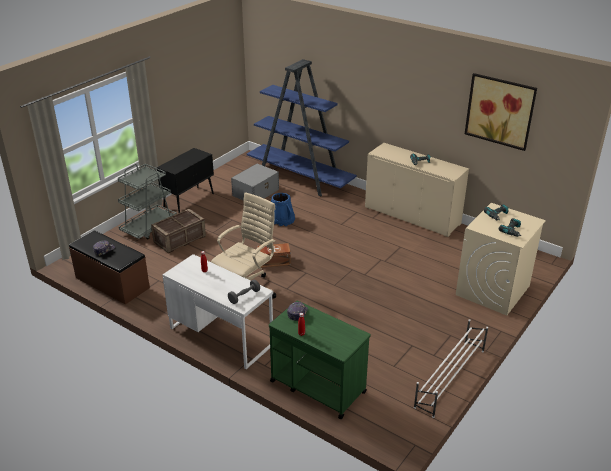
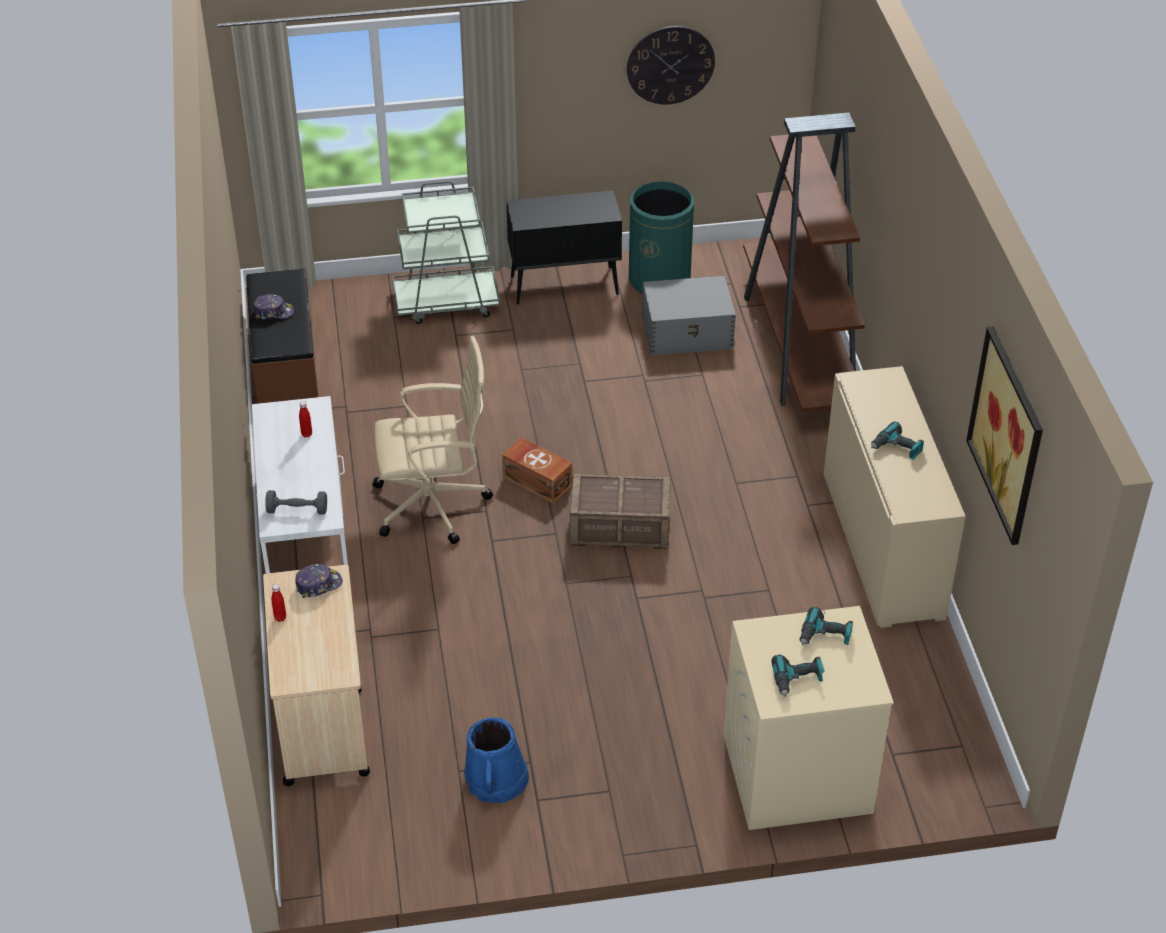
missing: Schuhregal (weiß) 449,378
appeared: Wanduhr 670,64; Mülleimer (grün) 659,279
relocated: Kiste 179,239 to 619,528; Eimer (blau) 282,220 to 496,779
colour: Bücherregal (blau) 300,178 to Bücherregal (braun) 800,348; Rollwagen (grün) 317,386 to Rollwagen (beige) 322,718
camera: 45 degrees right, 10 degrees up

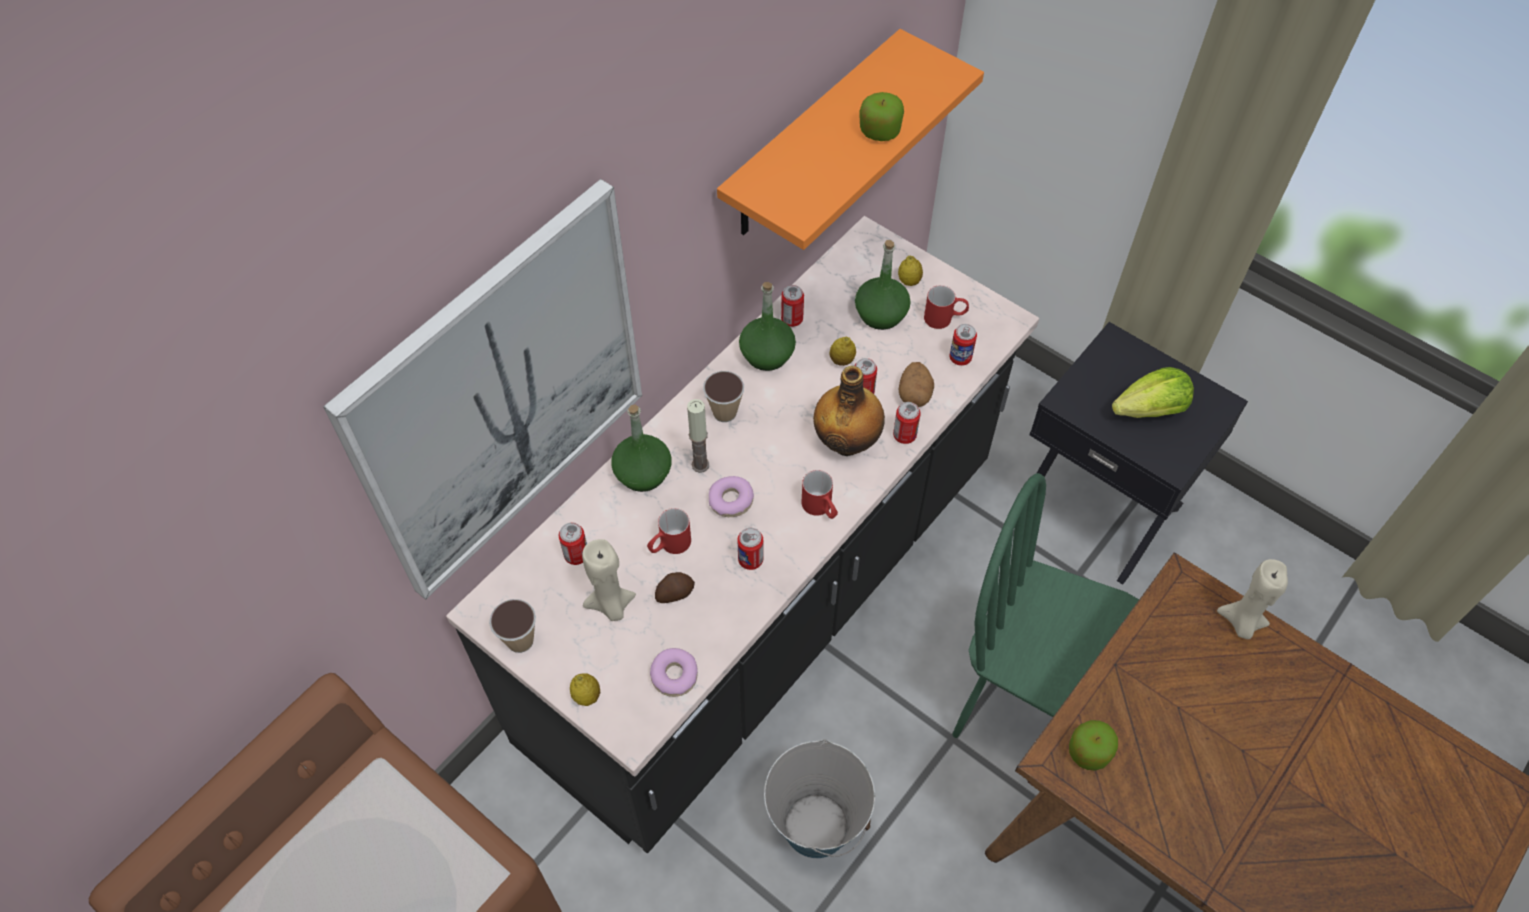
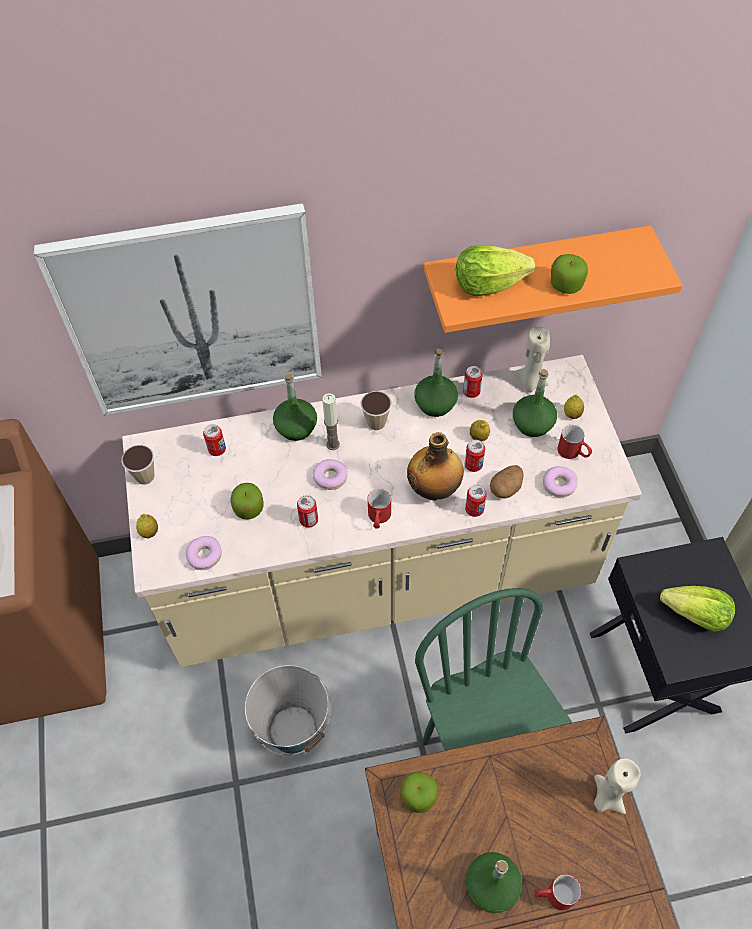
appeared: Salatkopf 488,285; Flasche (grün) 491,885
relocated: Kerze (beige) 611,605 to 530,383; Henkelbecher (rot) 669,545 to 553,895
exchanged: Kartoffel 674,592 to Apfel 249,508; Dose 960,358 to Donut 559,485
colour: Küchenzeile (schwarz) 764,603 to Küchenzeile (beige) 378,576
camera: 40 degrees right, 0 degrees up

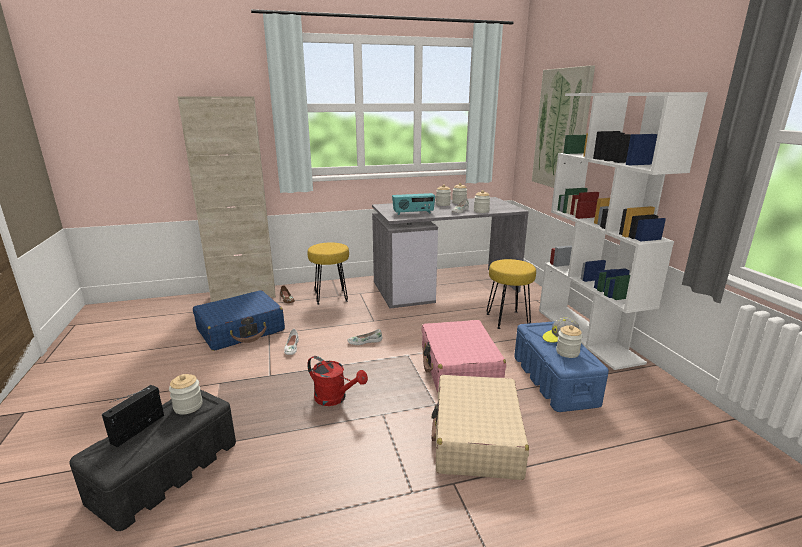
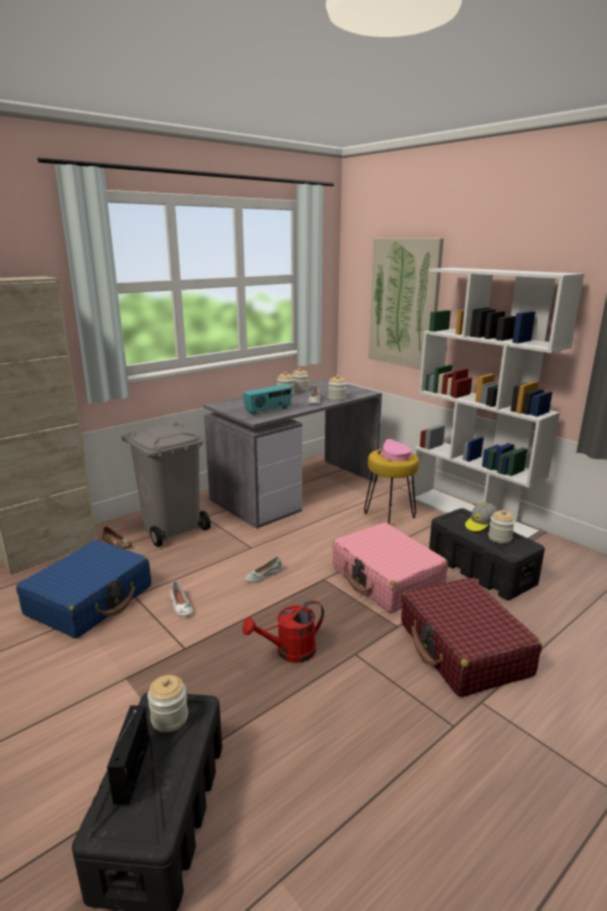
appeared: Kappe (rosa) 393,455
exchanged: Hocker (gelb) 331,296 to Mülleimer (grau) 173,528
colour: Koffer (beige) 476,438 to Koffer (rot) 463,649; Aufbewahrungsbox (blau) 554,380 to Aufbewahrungsbox (schwarz) 481,569
spun: Gießkanne (rot) 335,398 = 289,652 150 degrees clockwise
camera: 25 degrees left, 0 degrees up

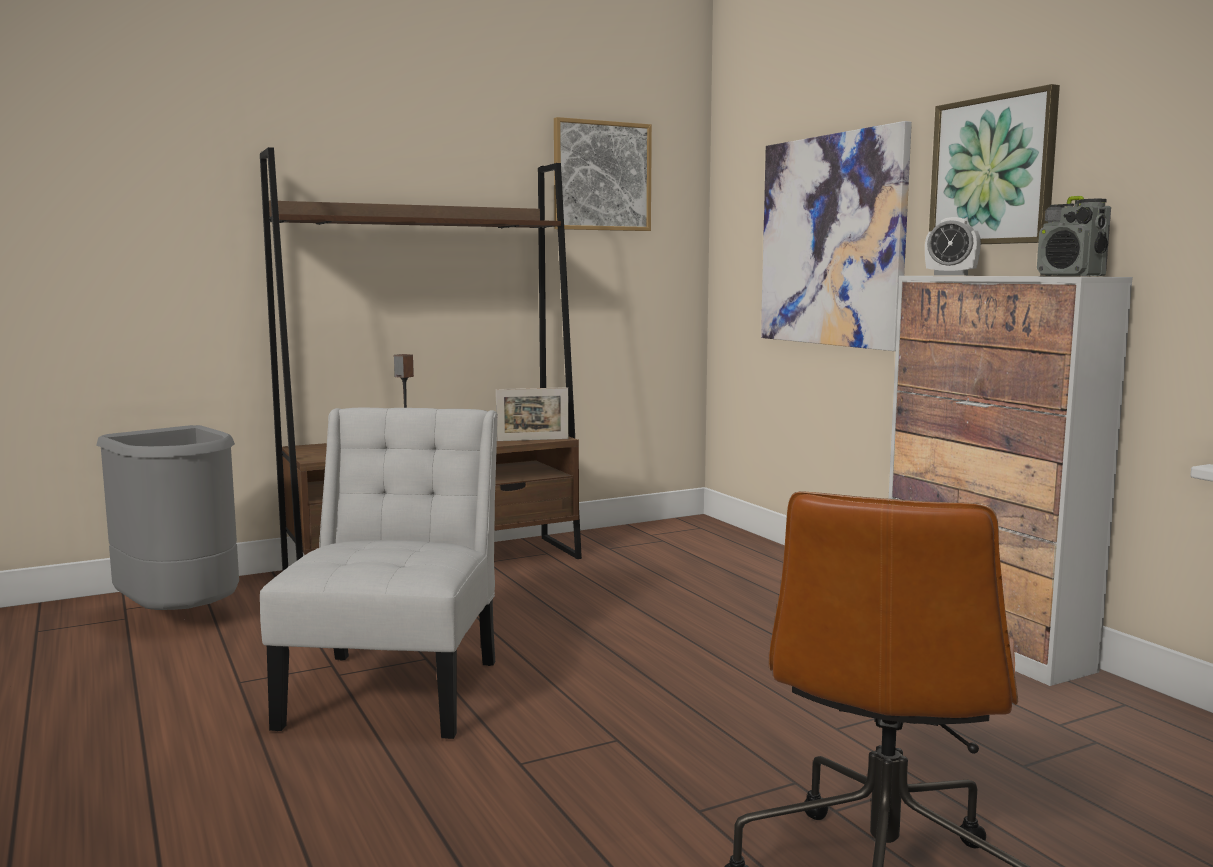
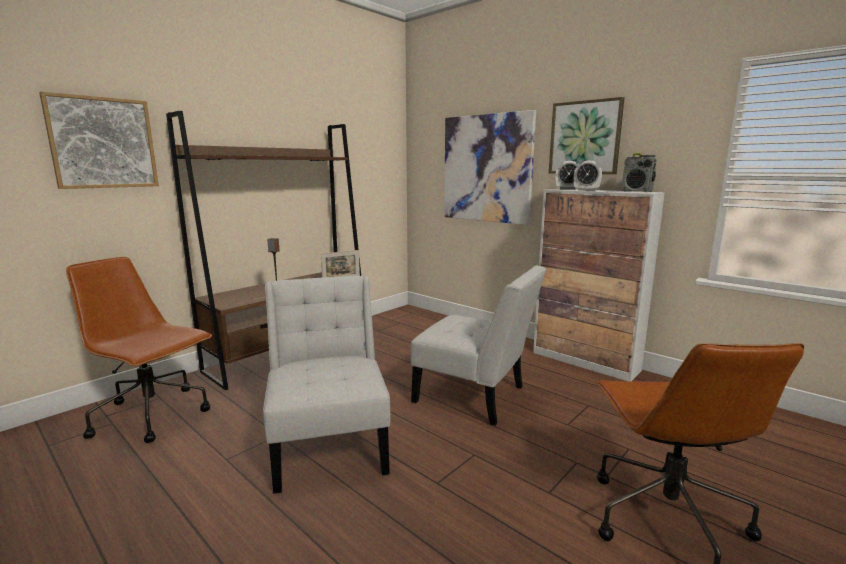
appeared: Stuhl (weiß) 475,397; Wecker 586,190
relocated: Bild 602,176 to 103,143
exchanged: Mülleimer (grau) 183,617 to Bürostuhl (braun) 153,415
camera: 20 degrees left, 5 degrees up

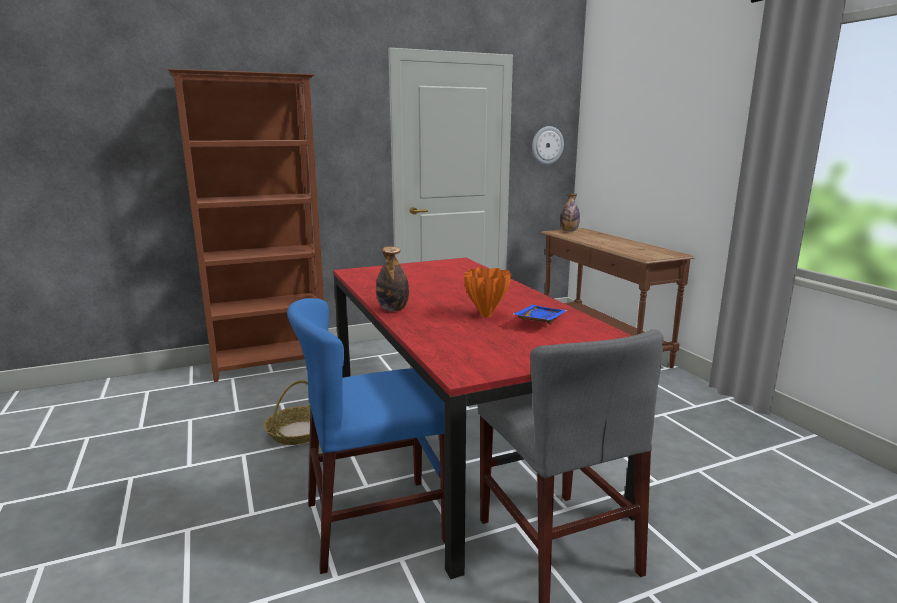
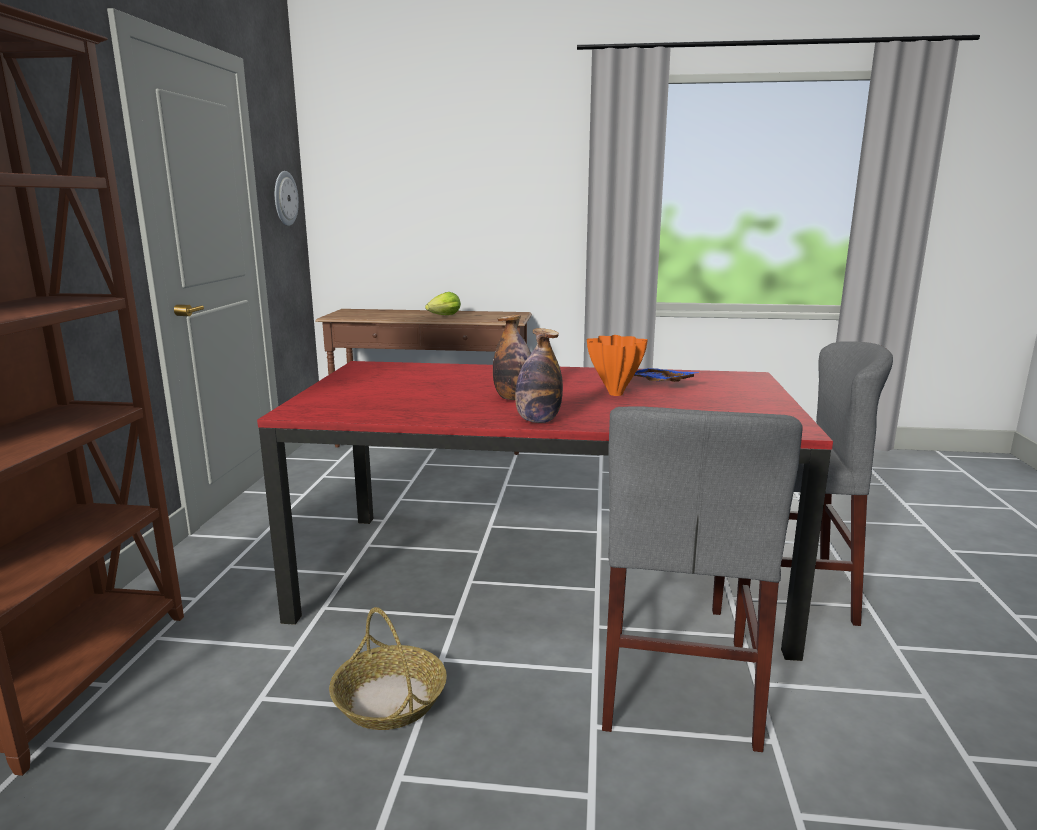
appeared: Salatkopf 444,316
relocated: Flasche 569,231 to 514,398
colour: Stuhl (blau) 376,522 to Stuhl (grau) 678,682
camera: 60 degrees left, 0 degrees up

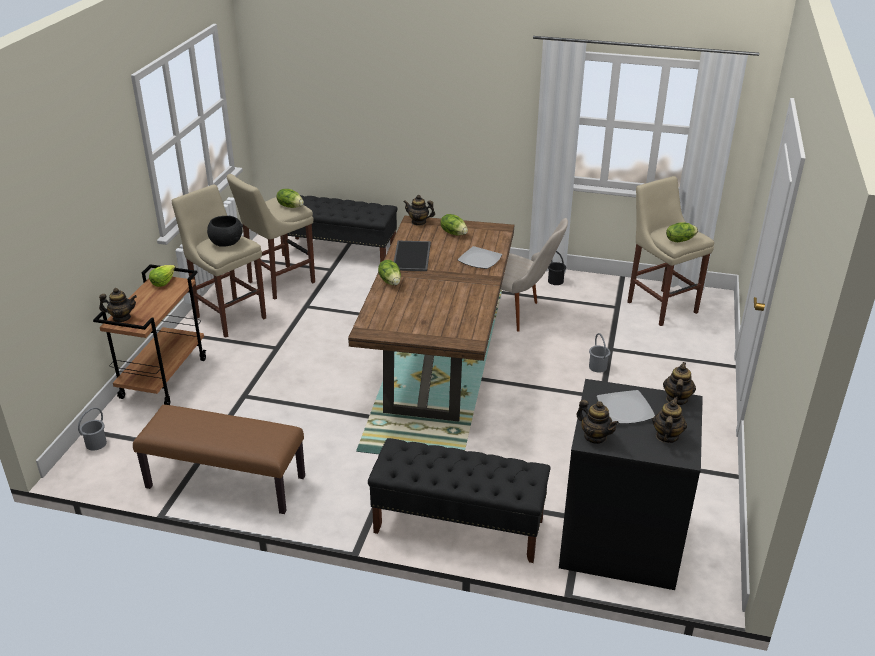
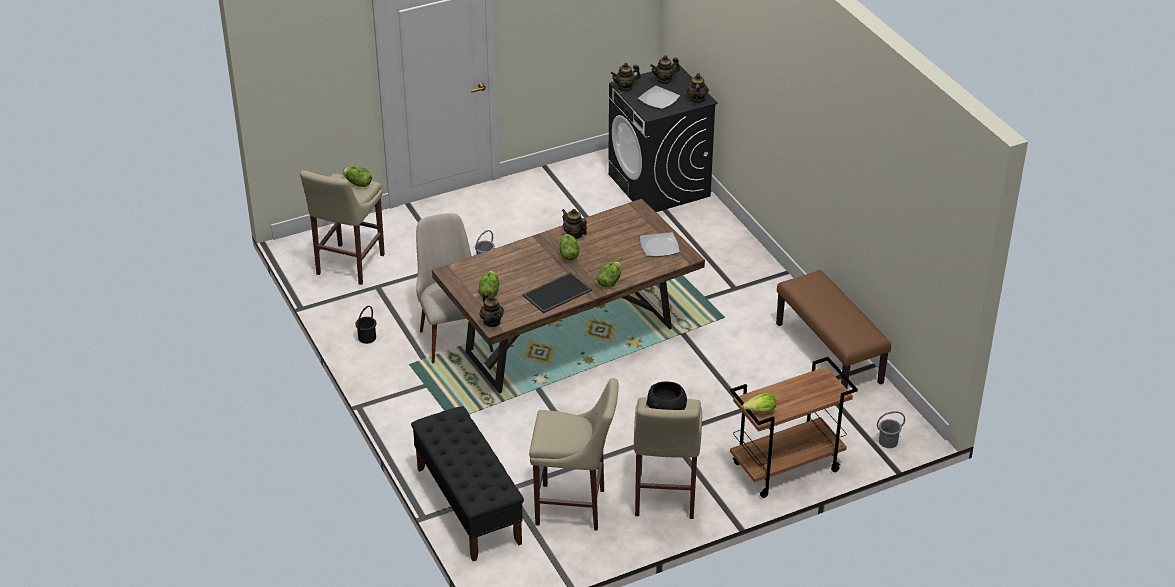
missing: Bank (schwarz) 458,526
relocated: Teekanne 121,318 to 574,235; Salatkopf 290,206 to 568,255; Teller 480,260 to 659,246
camera: 130 degrees left, 5 degrees up

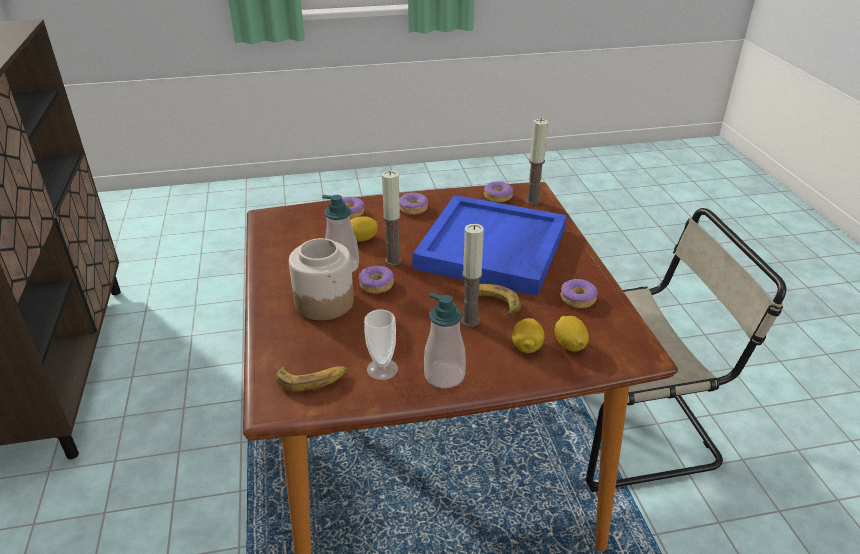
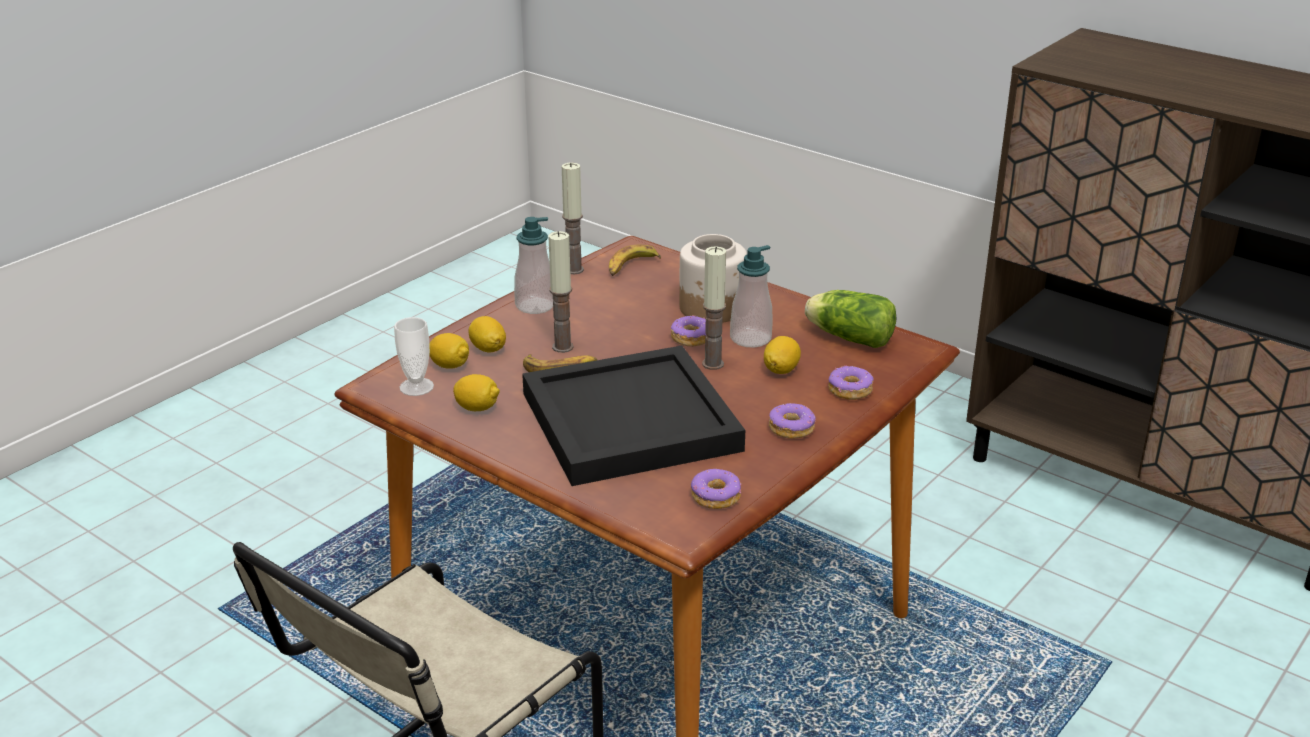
appeared: Salatkopf 847,337
relocated: Tasse 382,369 to 416,387; Kerze 532,201 to 574,270
exchanged: Donut 578,299 to Zitrone 477,408
colour: Tablett (blau) 492,249 to Tablett (schwarz) 628,421
camera: 140 degrees right, 5 degrees down

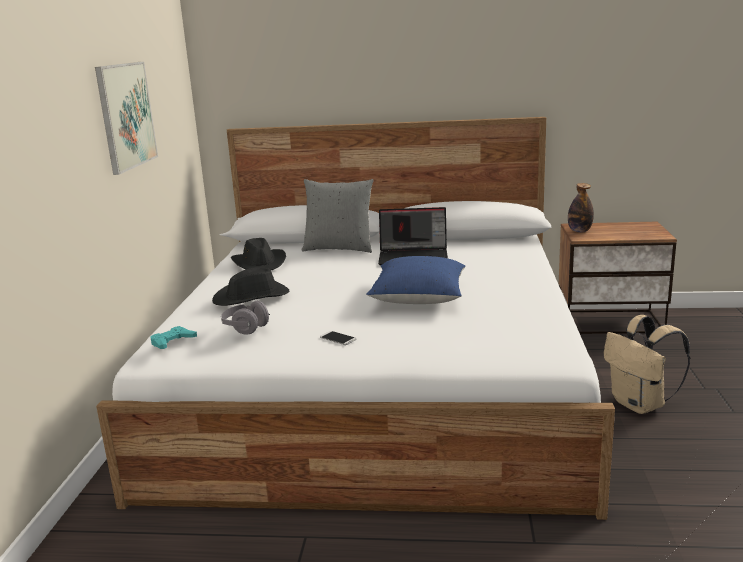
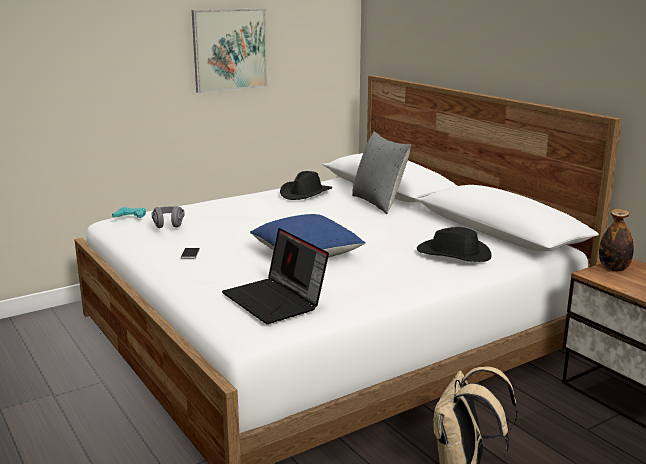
relocated: Hut (schwarz) 252,297 to 453,254; Laptop 414,257 to 276,300
camera: 50 degrees right, 0 degrees up

